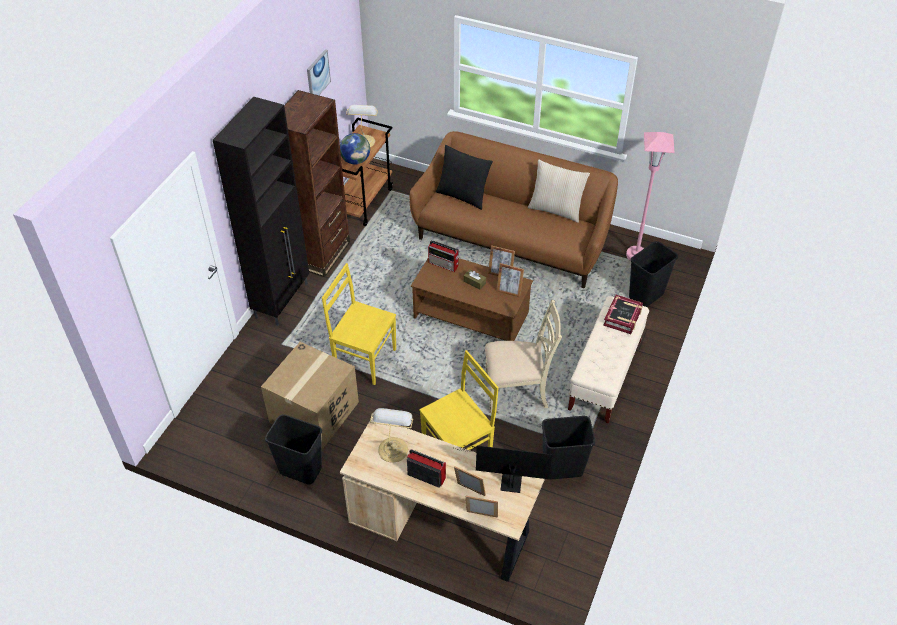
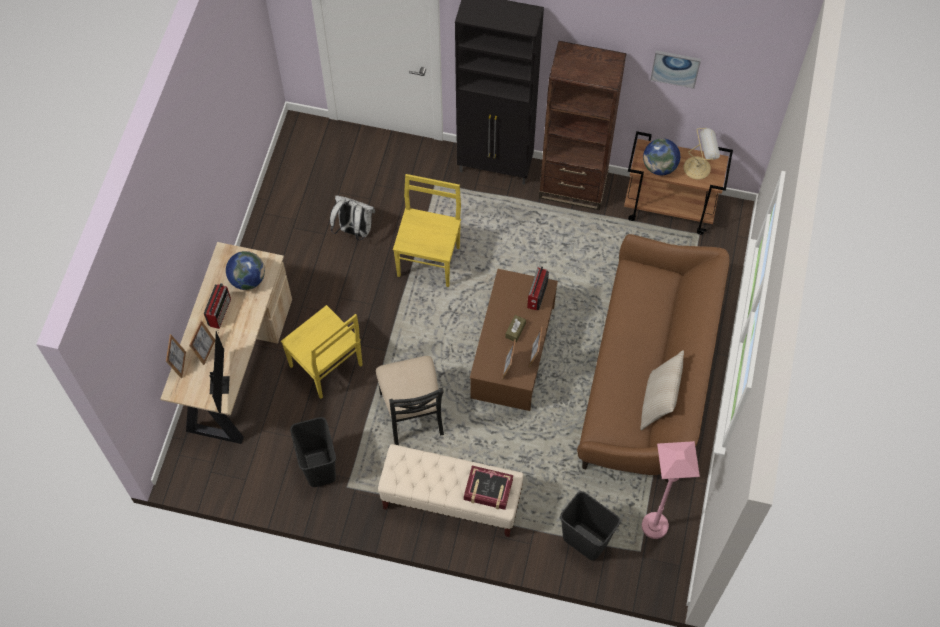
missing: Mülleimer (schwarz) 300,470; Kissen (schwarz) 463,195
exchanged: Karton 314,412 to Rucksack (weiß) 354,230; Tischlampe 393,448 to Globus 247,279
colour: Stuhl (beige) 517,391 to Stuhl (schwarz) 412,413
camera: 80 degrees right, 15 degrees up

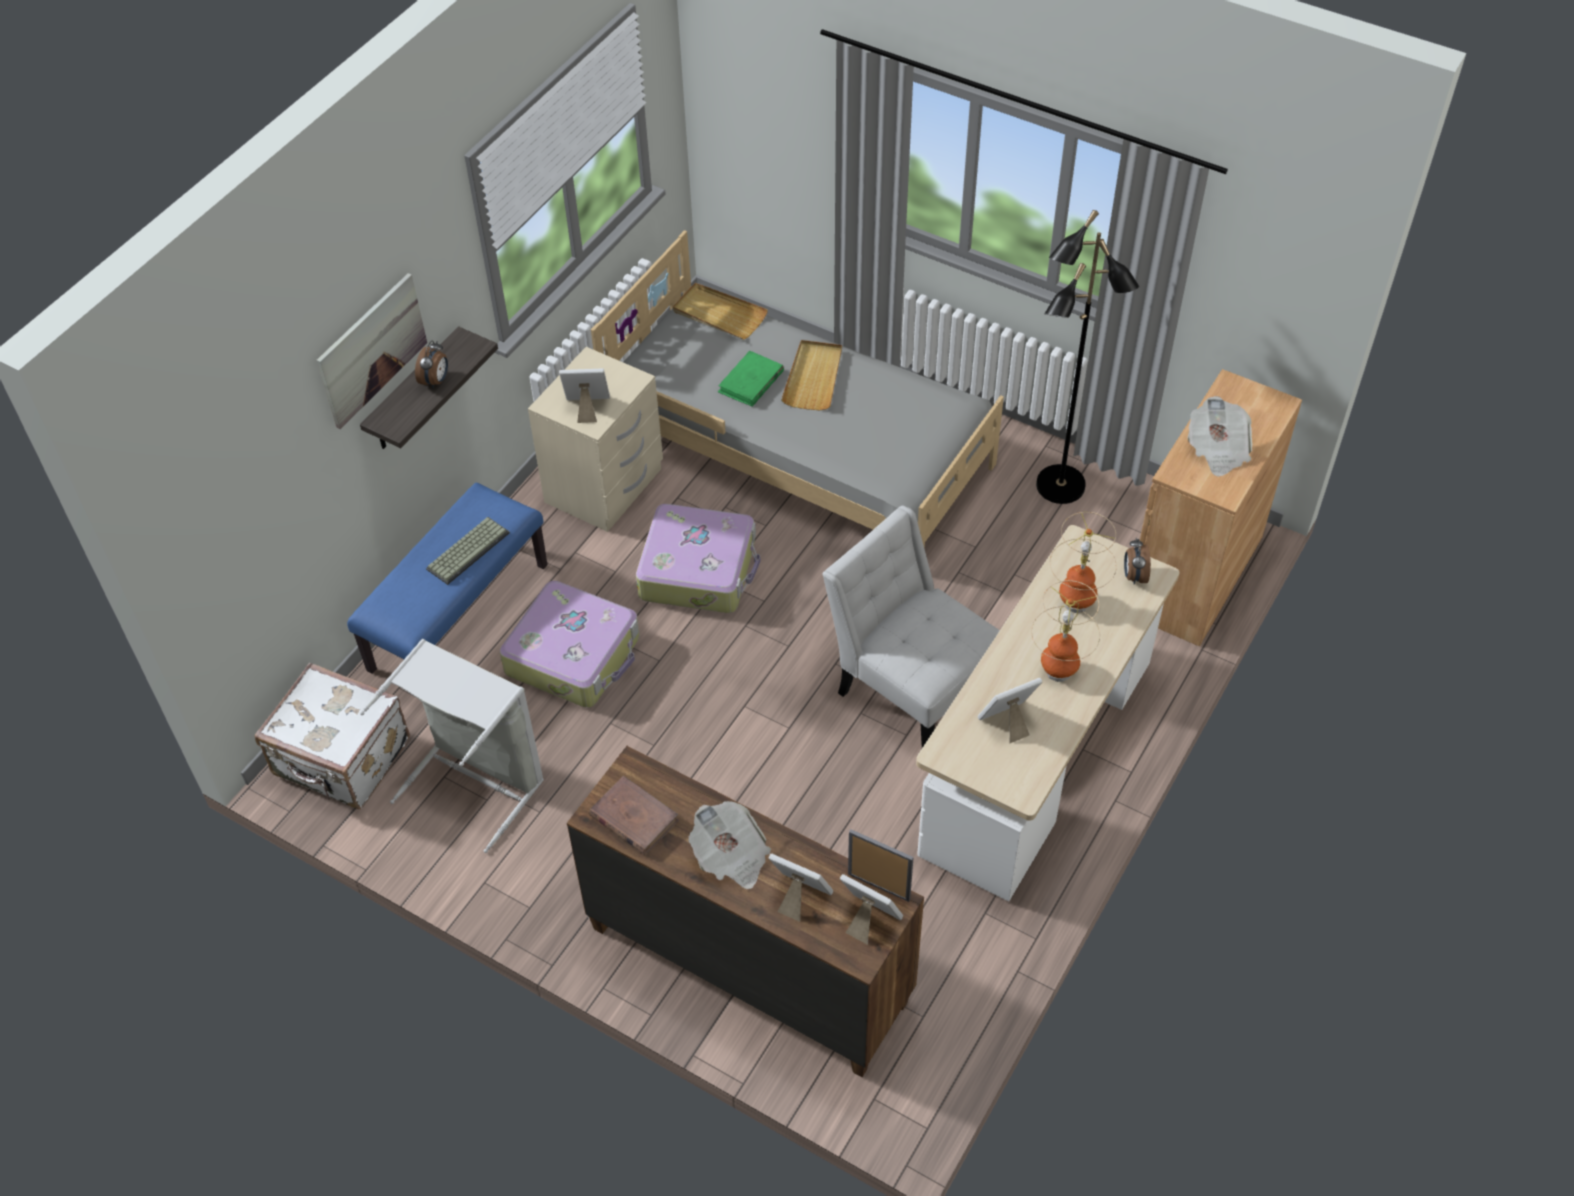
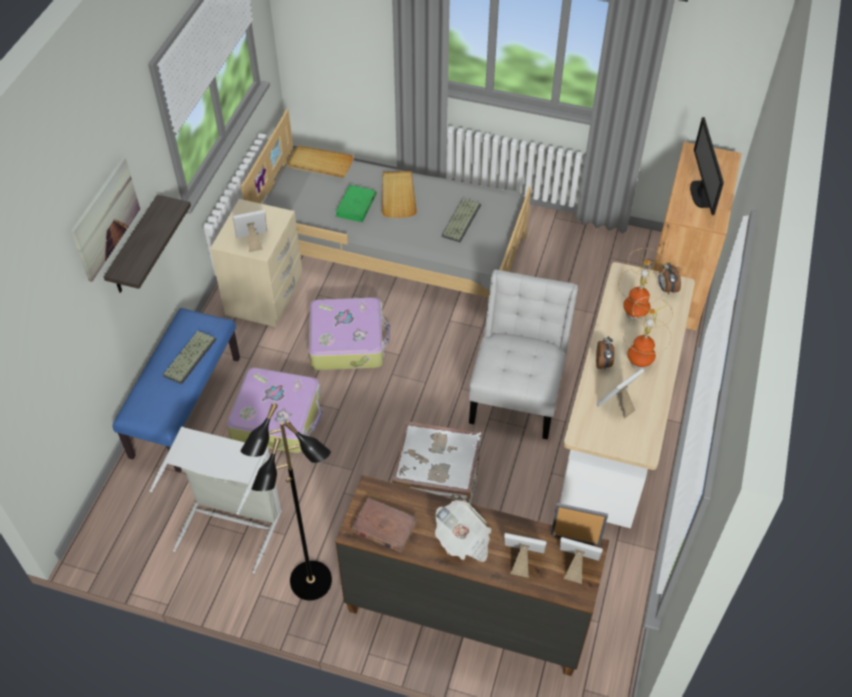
appeared: Tastatur 460,220
relocated: Koffer (weiß) 341,760 to 437,486; Wecker 435,381 to 603,363; Stehlampe (schwarz) 1060,487 to 311,582
exchanged: Zeitung 1217,450 to Monitor 700,194
spun: Stuhl (weiß) 912,685 = 517,393 75 degrees clockwise
camera: 15 degrees left, 0 degrees up

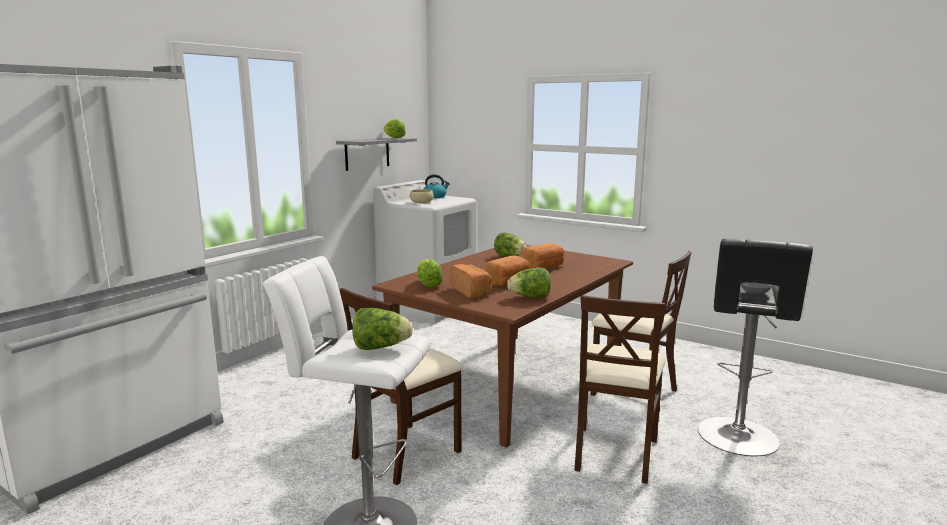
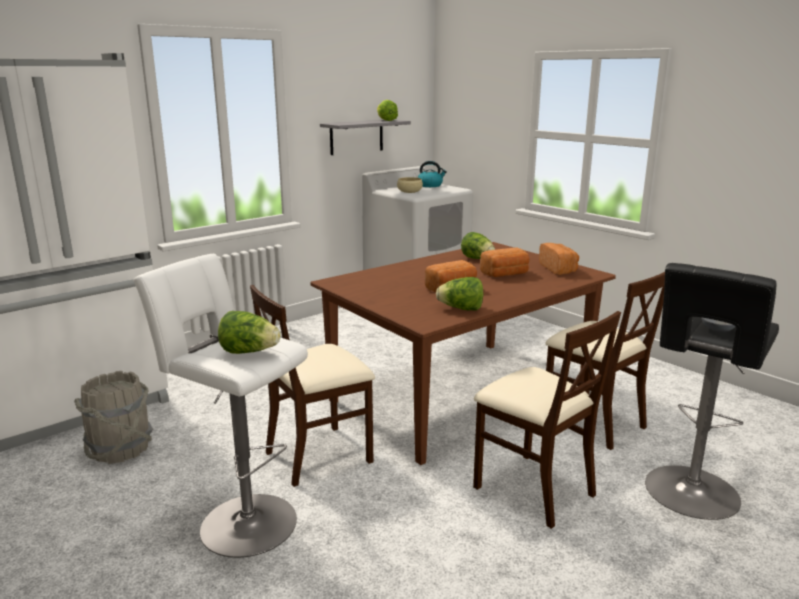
missing: Salatkopf 428,284
appeared: Eimer (grau) 120,449
relocated: Brot 472,291 to 558,269
spun: Stuhl (beige) 614,453 = 533,489 75 degrees counterclockwise
camera: 15 degrees right, 5 degrees up

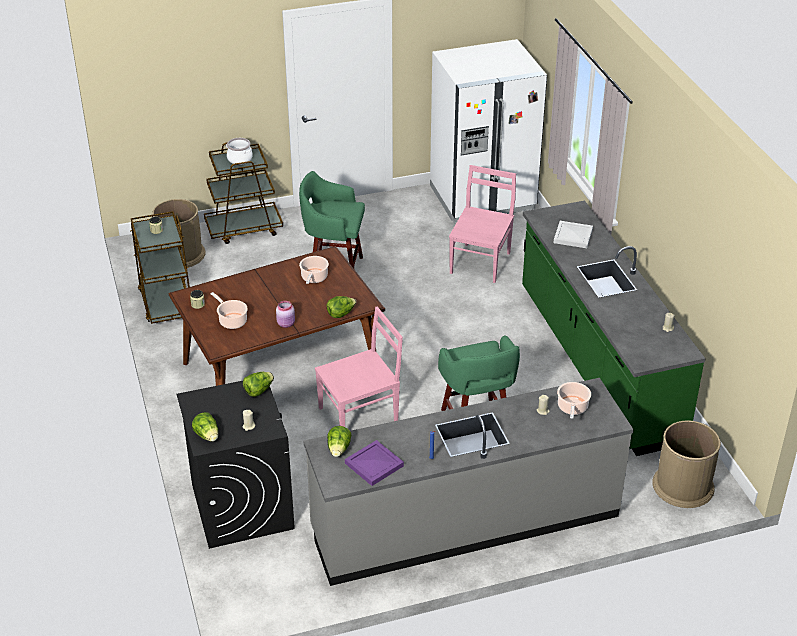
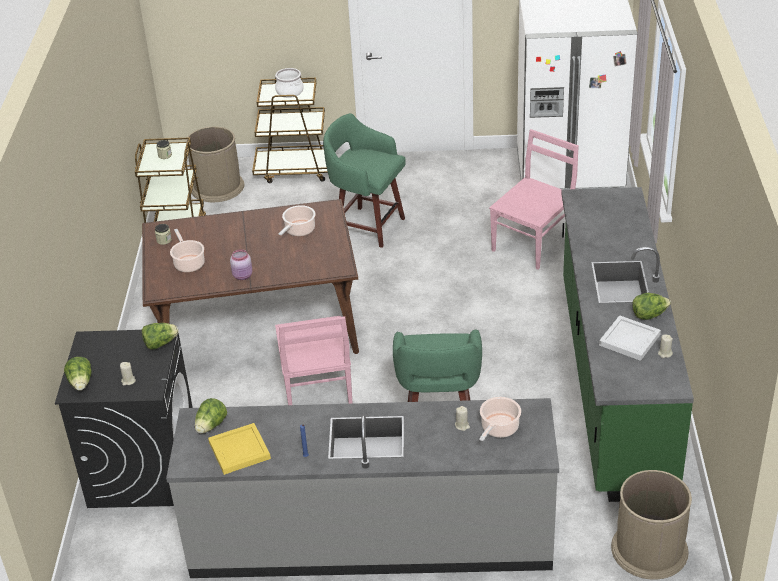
relocated: Salatkopf 341,314 to 649,315; Tablett (weiß) 572,236 to 628,340
colour: Tablett (lila) 373,464 to Tablett (gelb) 238,450
spun: Stuhl (rosa) 360,414 = 317,391 90 degrees clockwise
camera: 20 degrees right, 0 degrees up

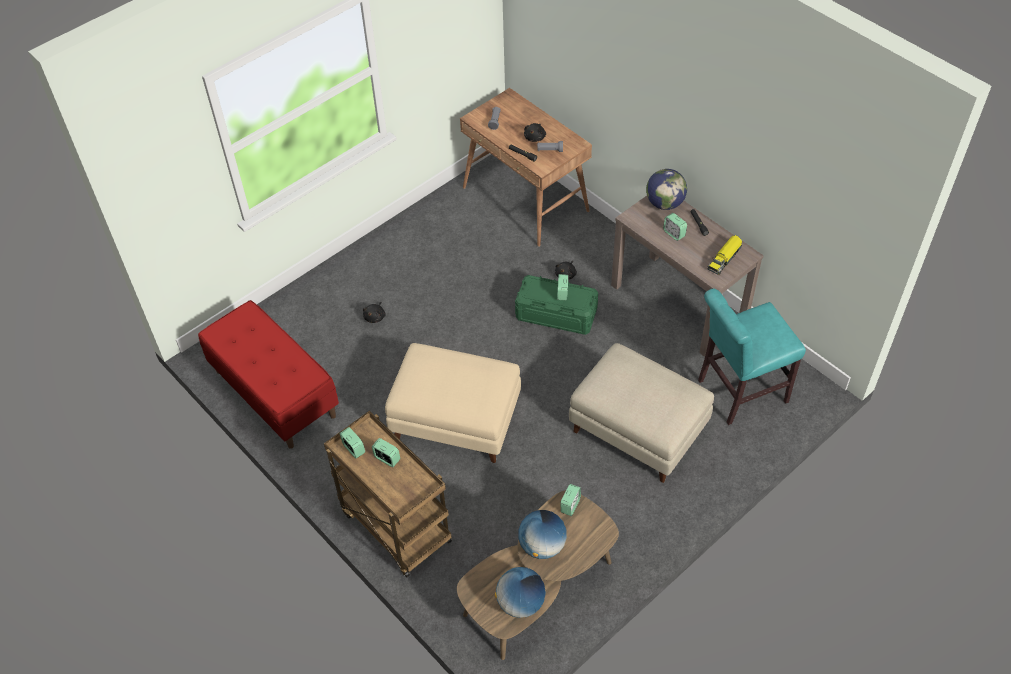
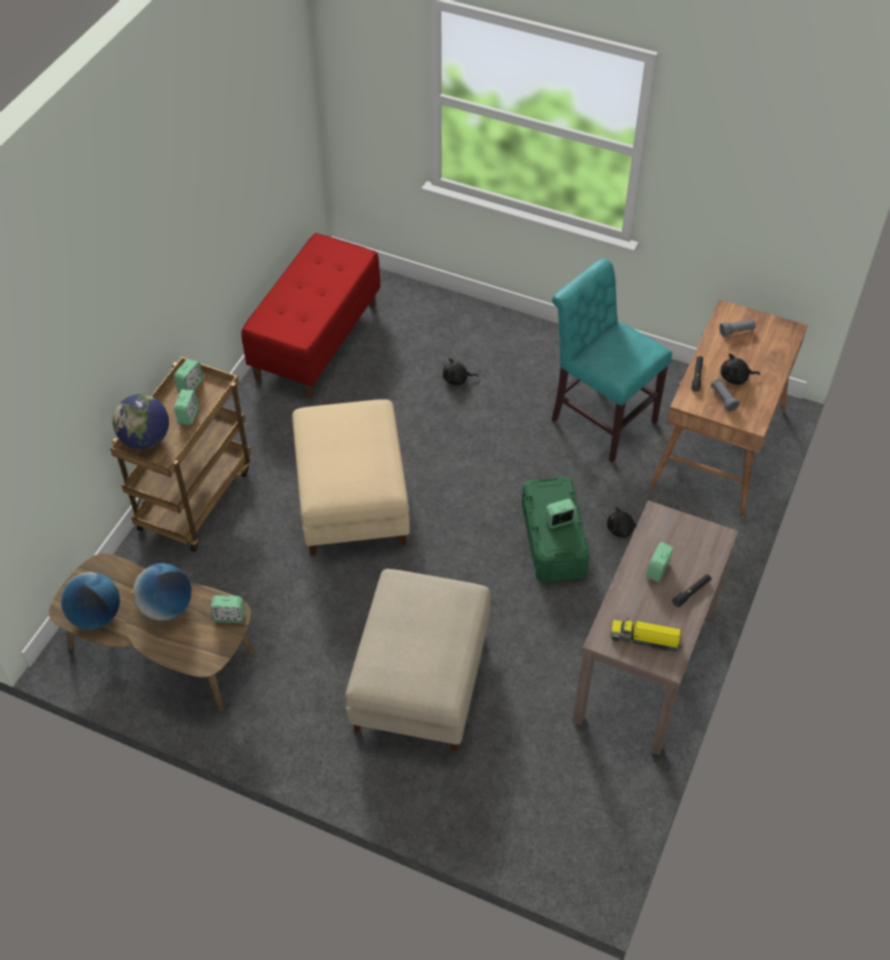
relocated: Globus 664,203 to 146,439; Stuhl (türkis) 738,392 to 599,418
camera: 65 degrees right, 0 degrees up

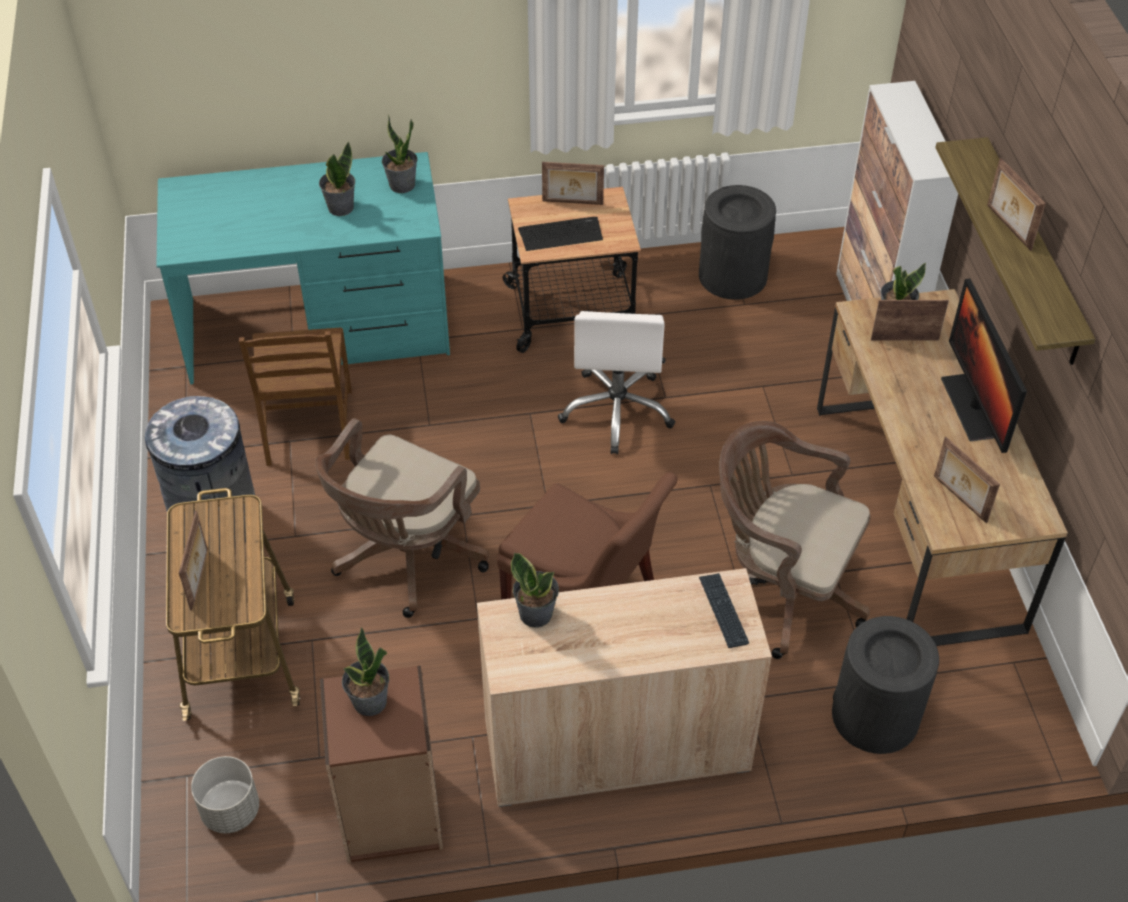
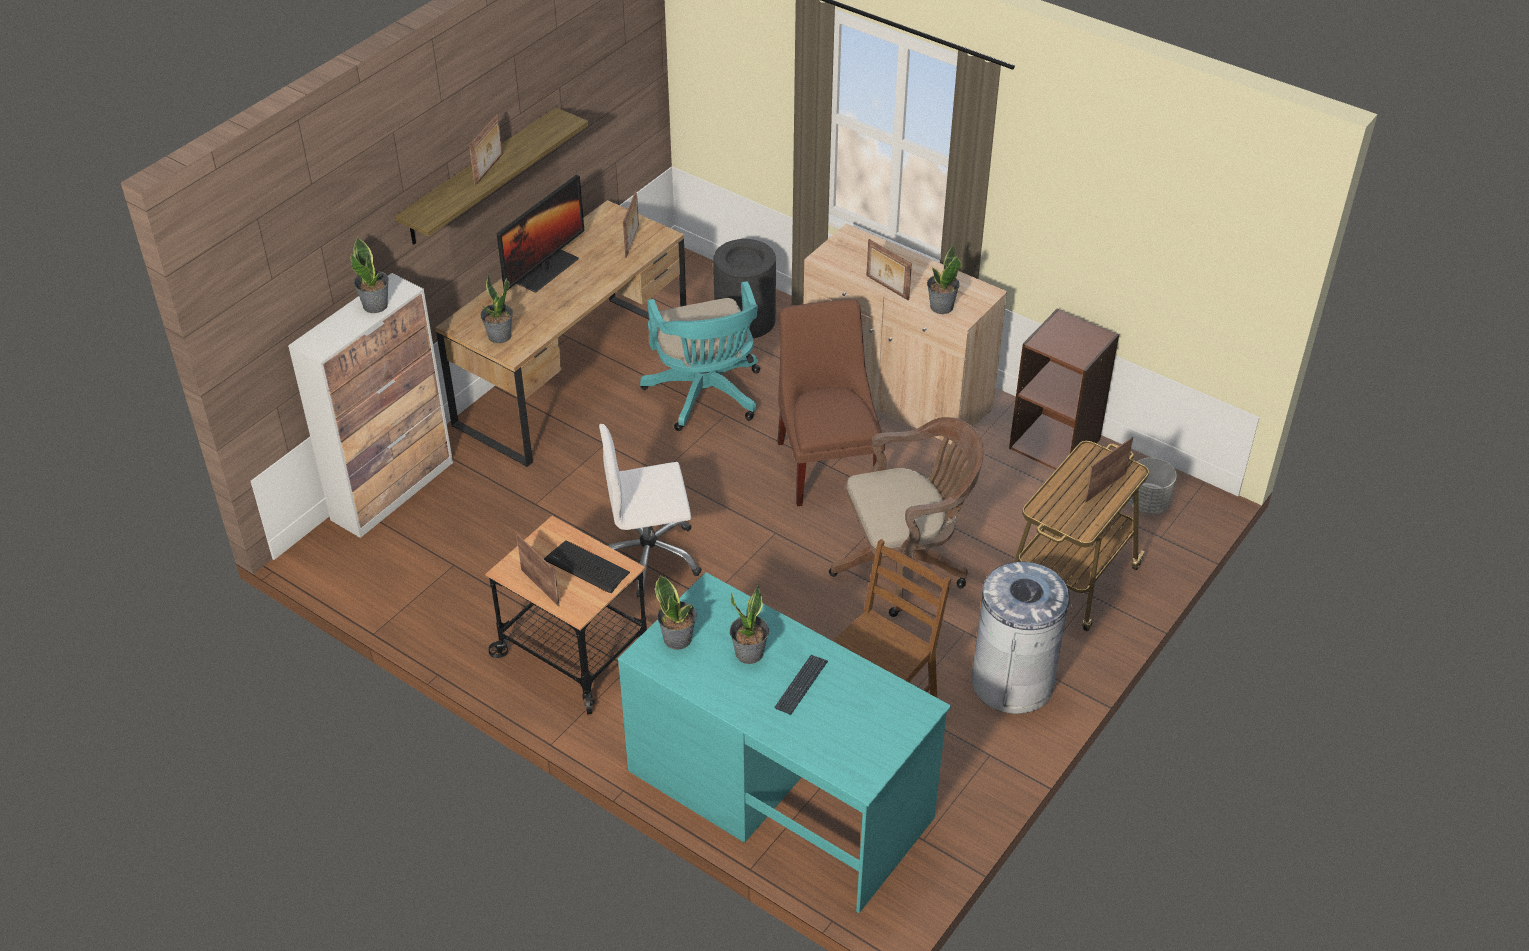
missing: Mülleimer (schwarz) 733,275
relocated: Topfpflanze 369,702 to 376,305; Tastatur 723,611 to 801,685; Bilderrahmen 904,339 to 886,288
colour: Bürostuhl (braun) 780,589 to Bürostuhl (türkis) 706,397
spun: Bürostuhl (weiß) 617,410 = 649,557 150 degrees counterclockwise
camera: 135 degrees left, 5 degrees down

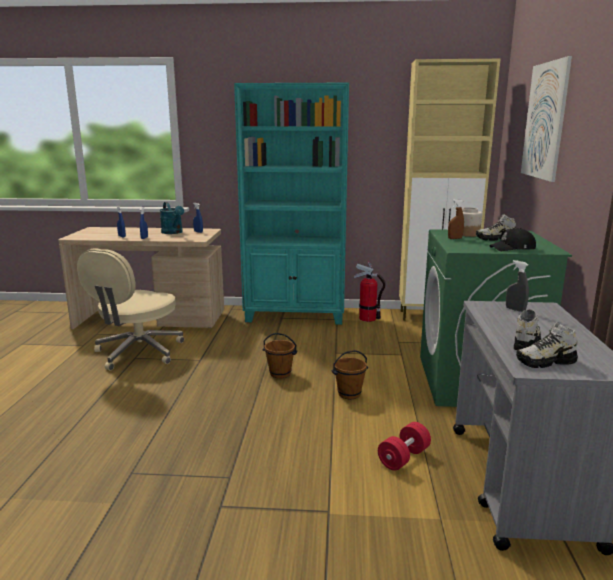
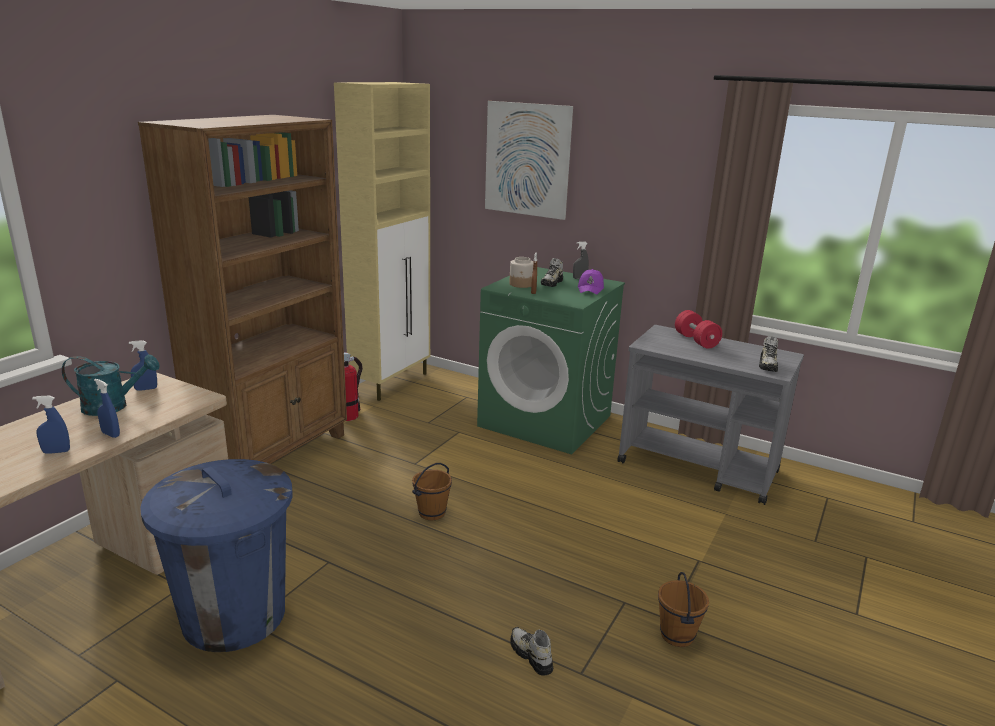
relocated: Eimer (braun) 349,394 to 677,635; Hantel (rot) 403,458 to 696,340; Sprühflasche (grau) 515,309 to 579,278; Schuh 526,343 to 531,656
exchanged: Bürostuhl (beige) 138,352 to Mülleimer (blau) 234,616
colour: Bücherregal (türkis) 296,315 to Bücherregal (braun) 274,453; Kappe (schwarz) 513,248 to Kappe (lila) 591,289
camera: 65 degrees left, 5 degrees up

